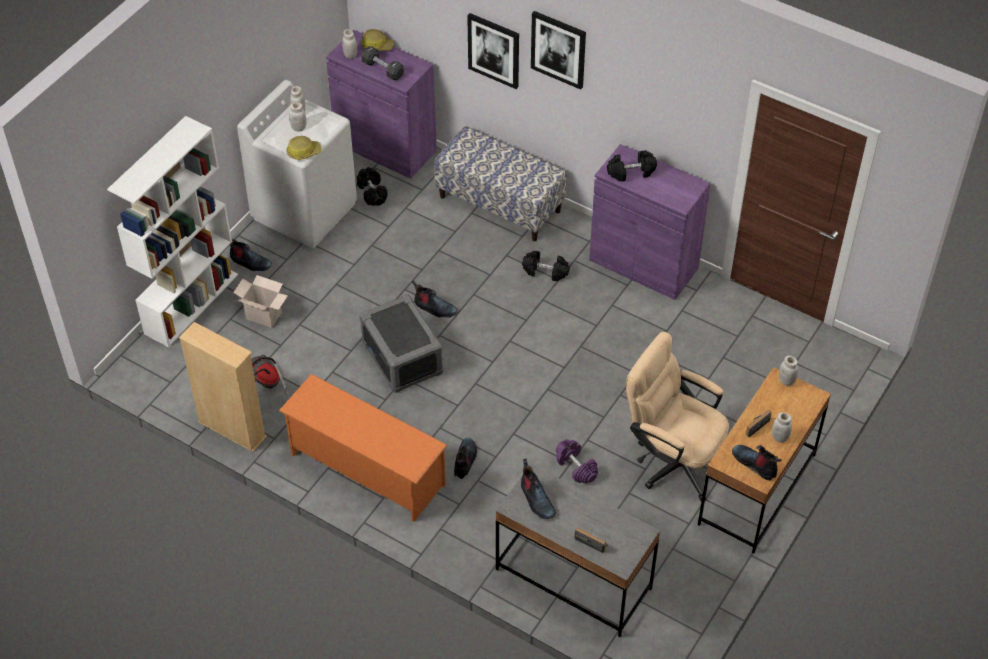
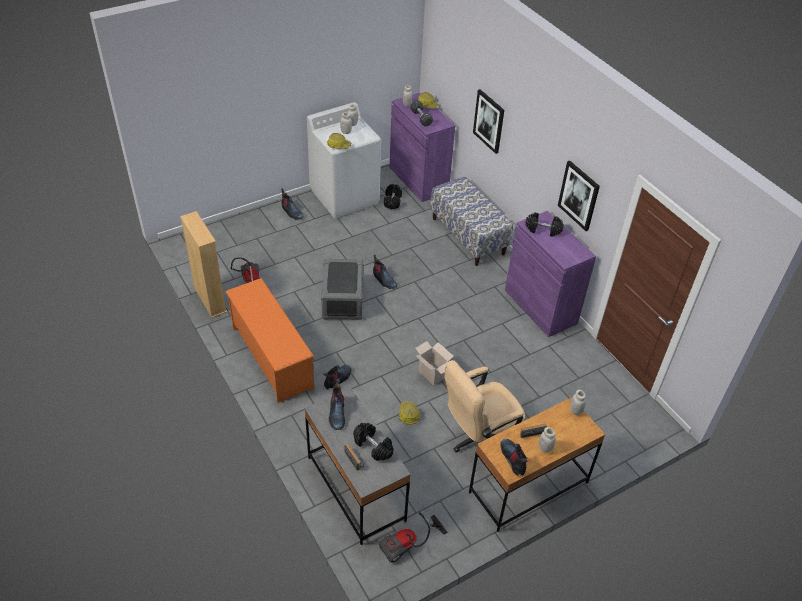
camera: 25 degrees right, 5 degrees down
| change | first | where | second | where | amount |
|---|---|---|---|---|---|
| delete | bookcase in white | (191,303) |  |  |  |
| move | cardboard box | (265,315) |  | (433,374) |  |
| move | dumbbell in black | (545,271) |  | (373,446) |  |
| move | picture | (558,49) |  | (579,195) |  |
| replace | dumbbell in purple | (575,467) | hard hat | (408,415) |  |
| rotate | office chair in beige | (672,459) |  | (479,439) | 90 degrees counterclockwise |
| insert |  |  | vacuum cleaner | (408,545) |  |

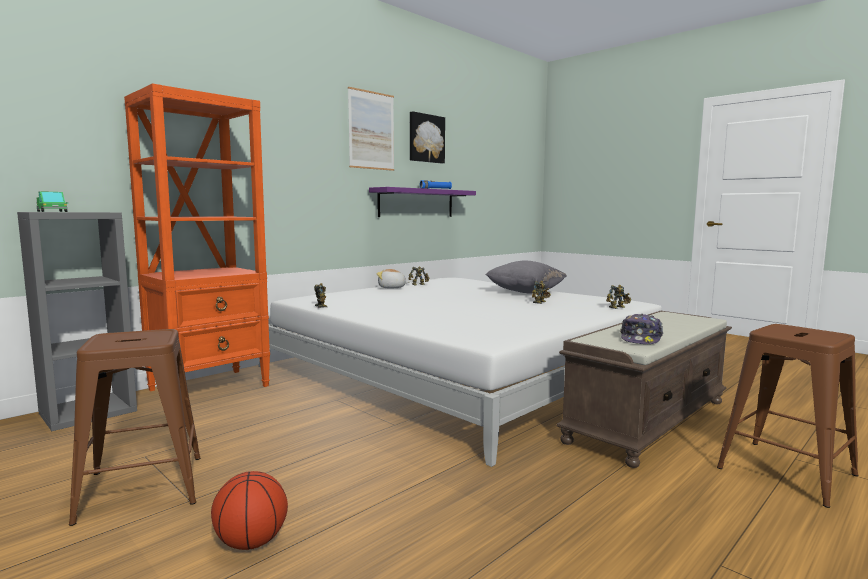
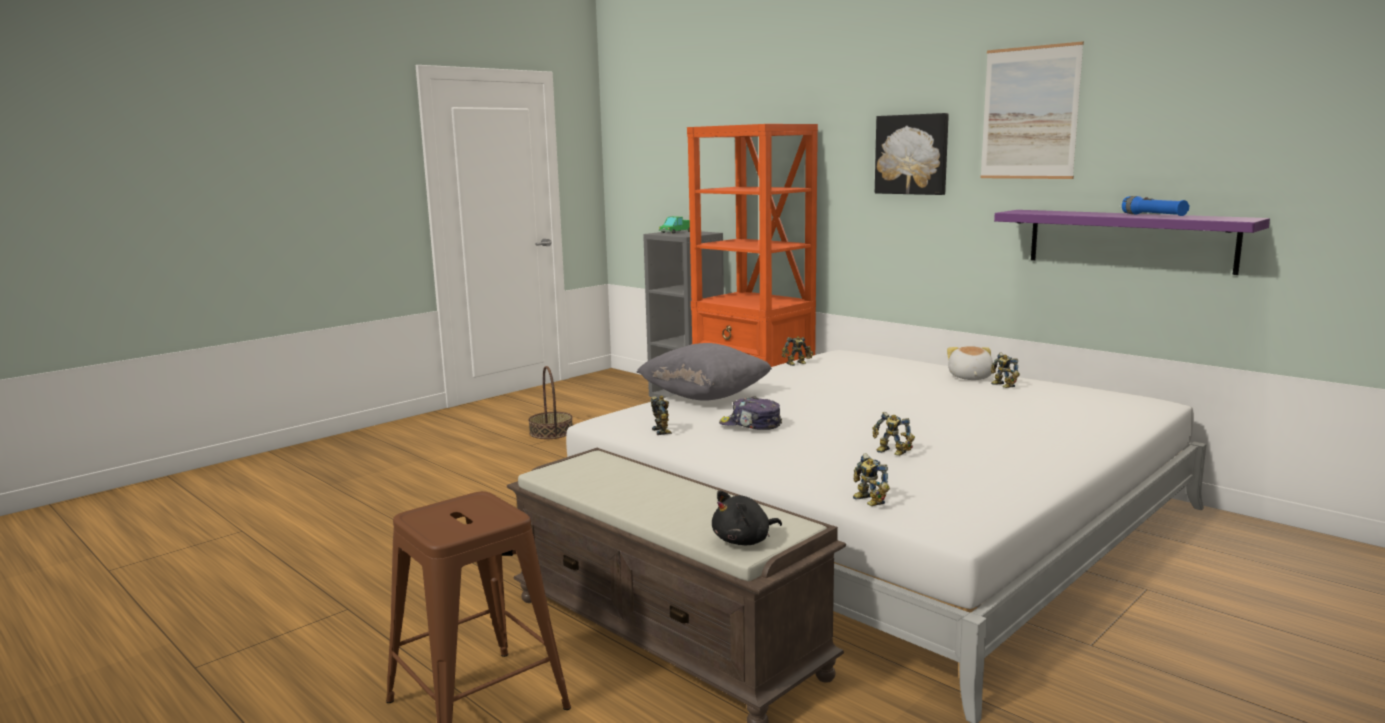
camera: 90 degrees right, 5 degrees up
| change | first | where | second | where | amount |
|---|---|---|---|---|---|
| replace | stool in brown | (141,488) | basket | (551,432) |  |
| delete | basketball | (251,543) |  |  |  |
| move | picture | (426,138) |  | (912,154) |  |
| move | pillow in grey | (525,292) |  | (705,396) |  |
| move | cap | (641,339) |  | (750,425) |  |
| insert |  |  | toy robot | (663,431) |  |
| insert |  |  | plush toy in black | (744,541) |  |

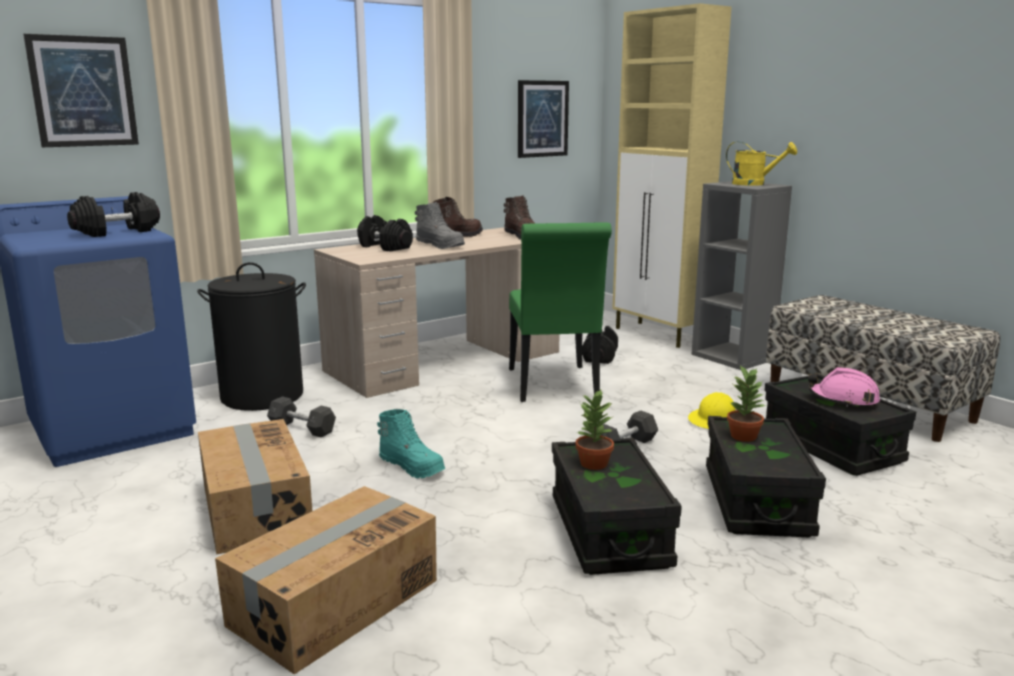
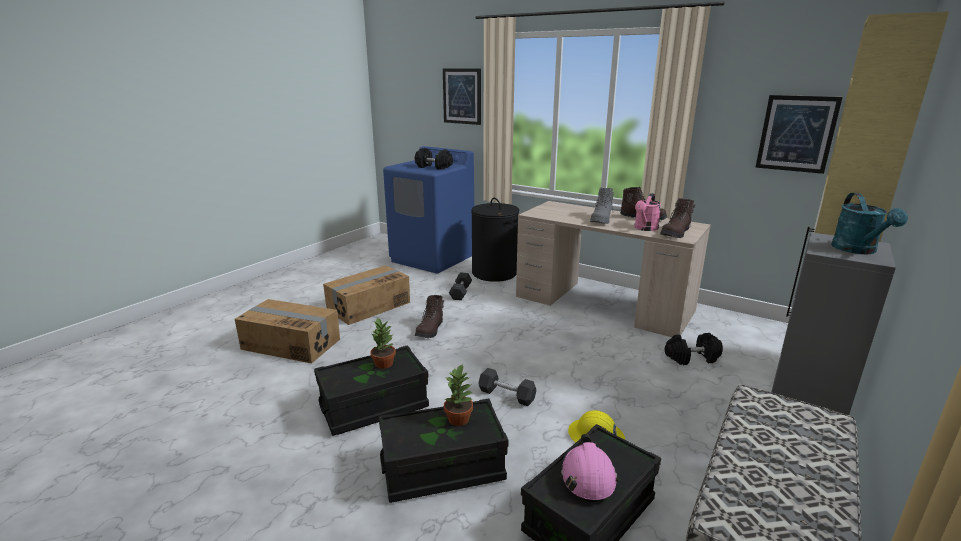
camera: 70 degrees right, 5 degrees up
| change | first | where | second | where | amount |
|---|---|---|---|---|---|
| delete | dumbbell in black | (384,247) |  |  |  |
| recolor | boot in turquoise | (412,467) | boot in brown | (430,330) |  |
| delete | chair in green | (553,386) |  |  |  |
| recolor | watering can in yellow | (754,184) | watering can in turquoise | (858,250) |  |
| insert |  |  | watering can in pink | (645,228) |  |

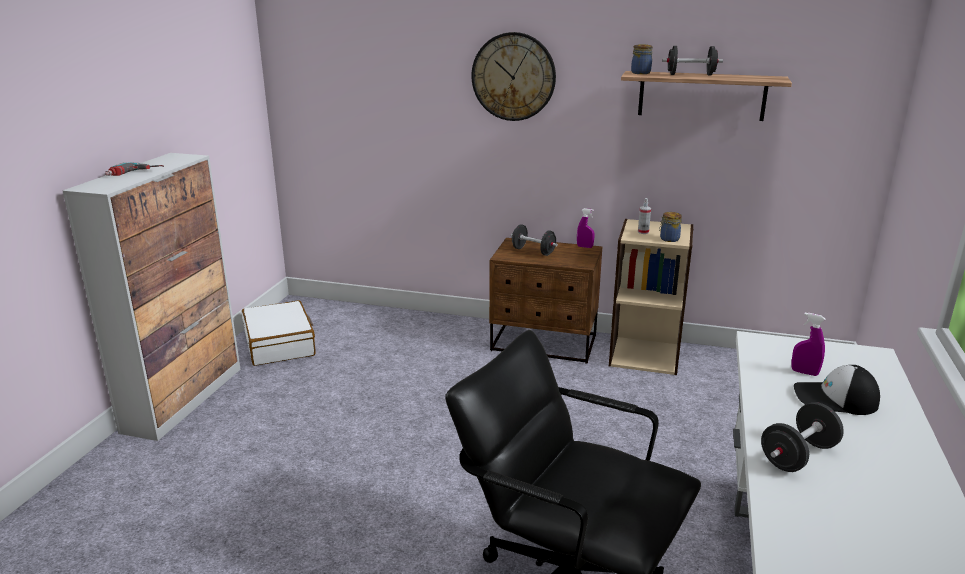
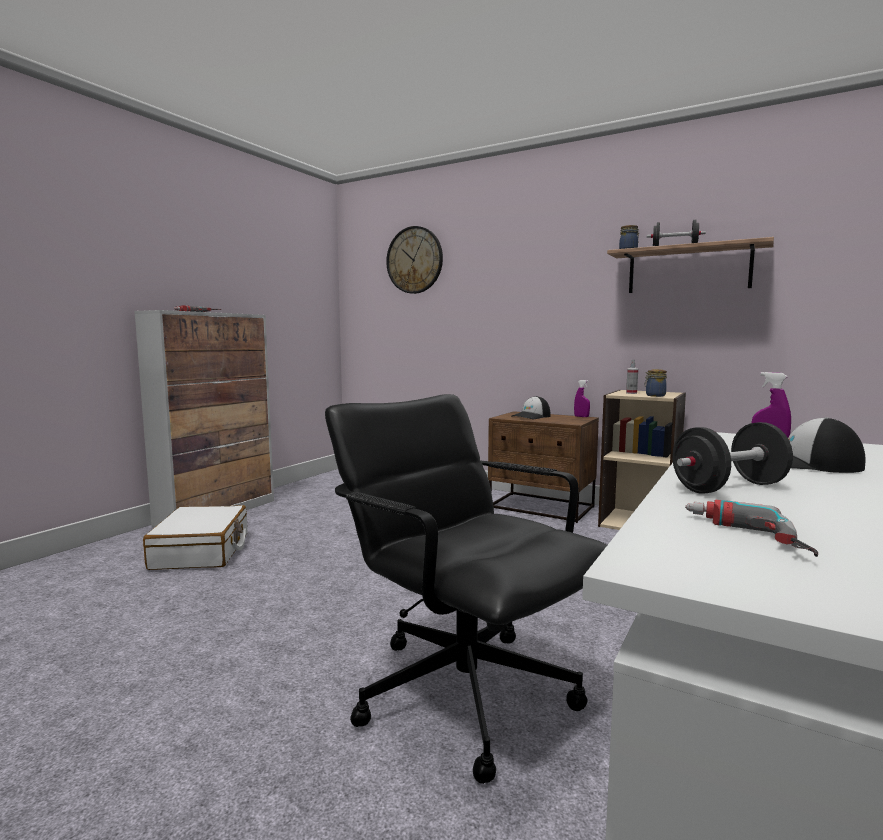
camera: 15 degrees right, 15 degrees down
| change | first | where | second | where | amount |
|---|---|---|---|---|---|
| move | suitcase in white | (280,344) |  | (201,551) |  |
| move | wall clock | (513,77) |  | (414,260) |  |
| replace | dumbbell in black | (533,251) | cap | (531,416) |  |
| insert |  |  | power drill | (742,537) |  |

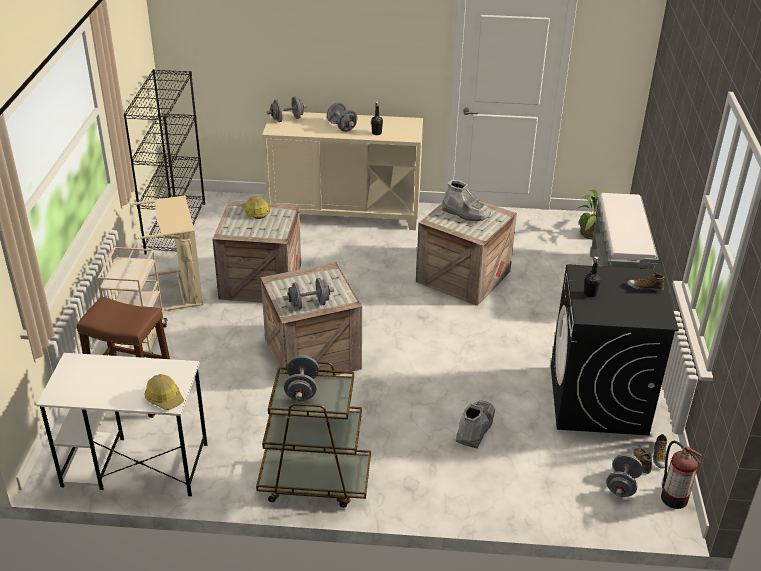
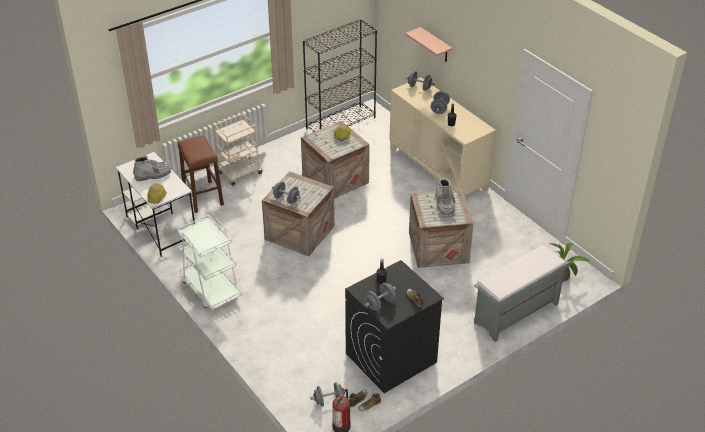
camera: 50 degrees right, 5 degrees up
| change | first | where | second | where | amount |
|---|---|---|---|---|---|
| delete | laundry basket in beige | (180,289) |  |  |  |
| recolor | cart in brown | (314,481) | cart in white | (211,288) |  |
| move | dumbbell in grey | (302,389) |  | (380,303) |  |
| move | boot in grey | (475,428) |  | (153,174) |  |
| insert |  |  | shelf | (435,45) |  |

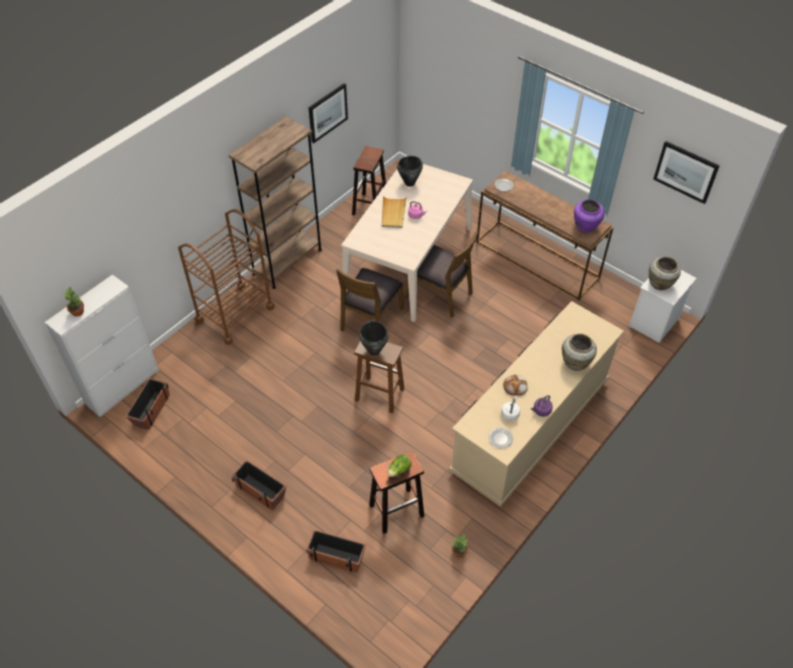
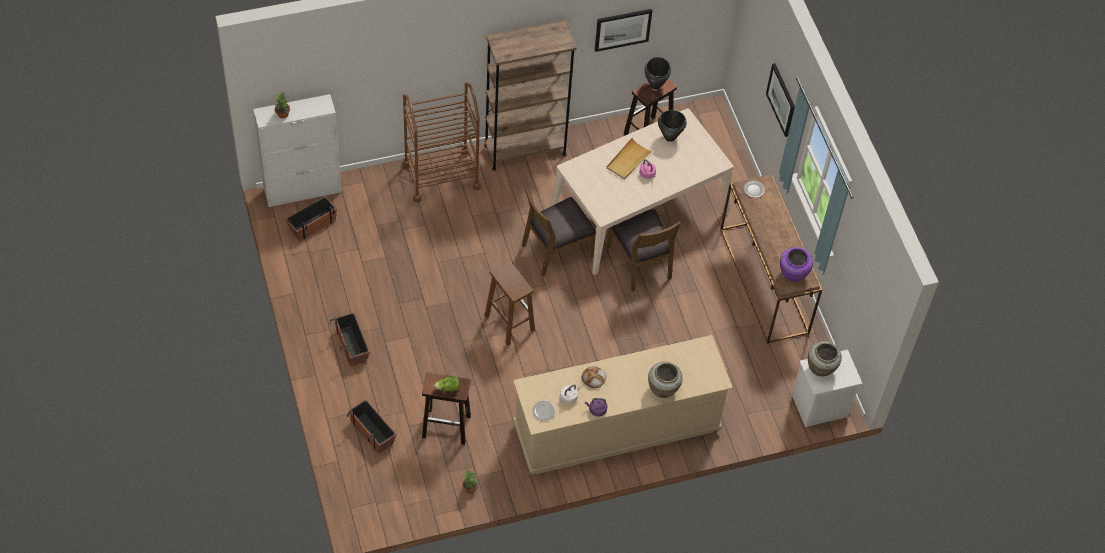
camera: 30 degrees right, 5 degrees up
| change | first | where | second | where | amount |
|---|---|---|---|---|---|
| move | cooking pot in black | (374,350) |  | (655,85) |  |
| move | picture | (686,171) |  | (781,99) |  |

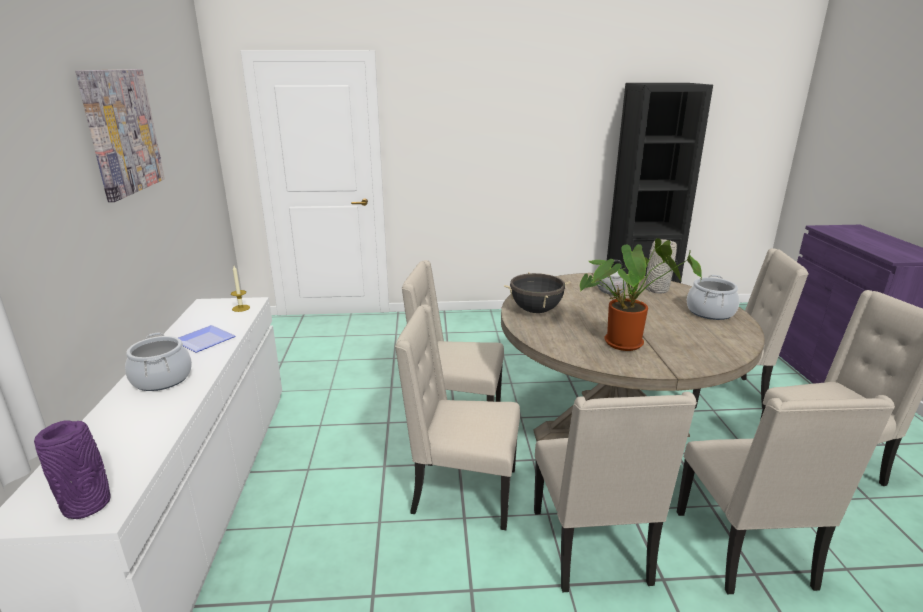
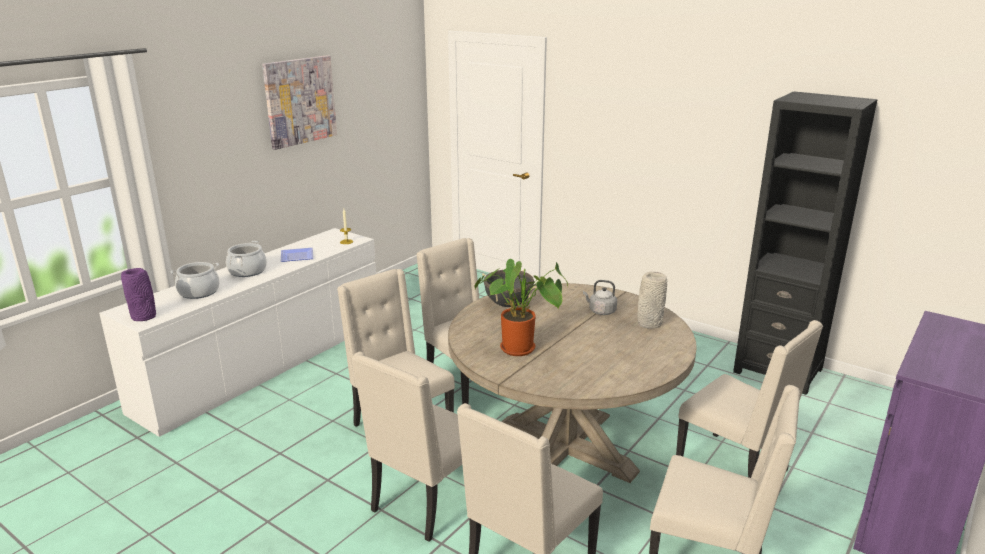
camera: 40 degrees right, 0 degrees up
| change | first | where | second | where | amount |
|---|---|---|---|---|---|
| move | cooking pot | (710,312) |  | (199,292) |  |

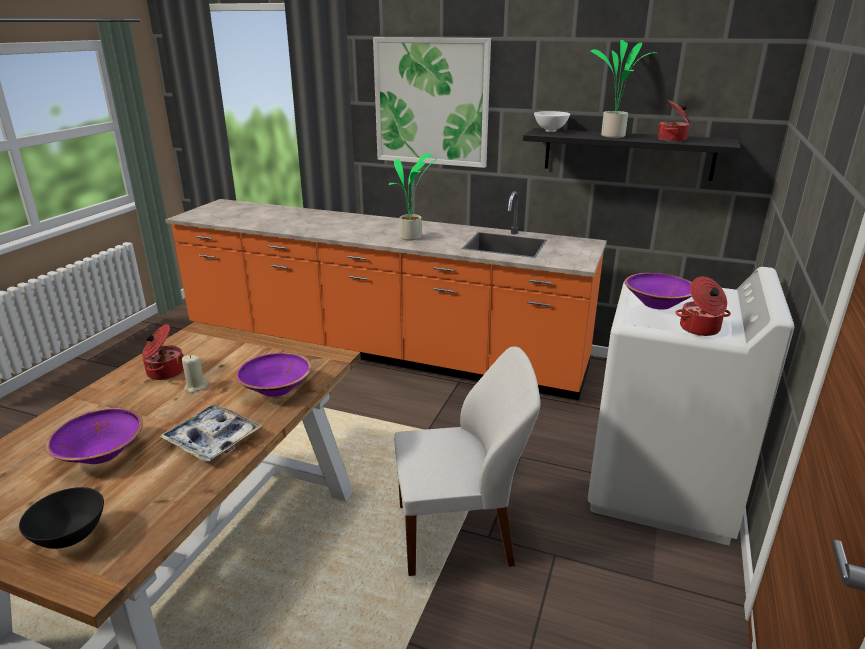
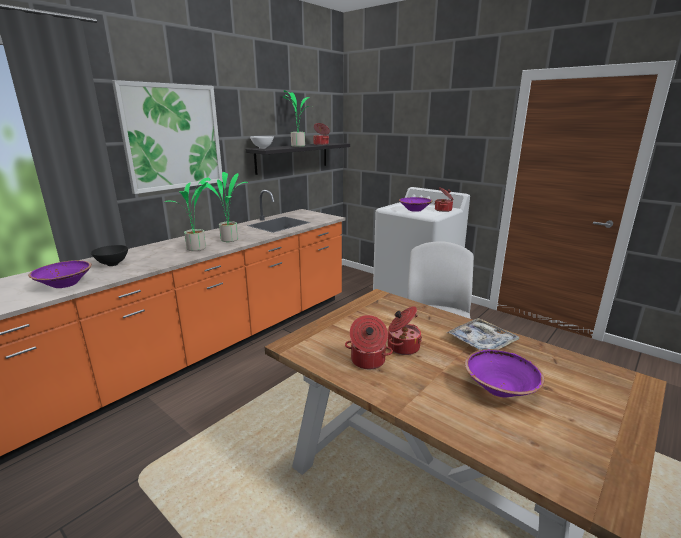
camera: 70 degrees left, 5 degrees down
| change | first | where | second | where | amount |
|---|---|---|---|---|---|
| move | bowl in black | (70,538) |  | (112,264) |  |
| replace | candle in beige | (196,387) | cooking pot | (402,347) |  |
| move | bowl in purple | (276,389) |  | (65,284) |  |
| insert |  |  | potted plant | (197,249) |  |

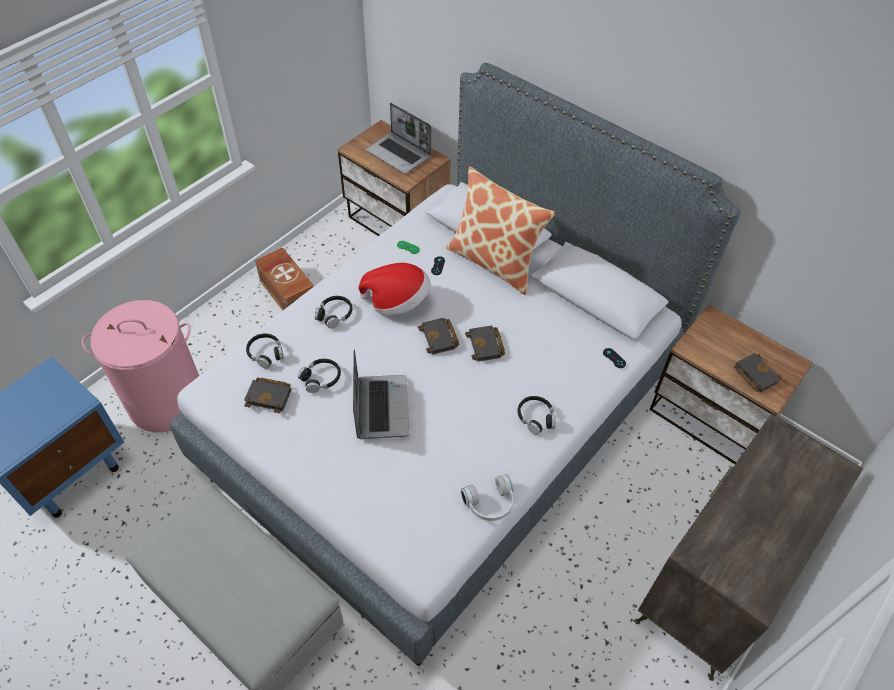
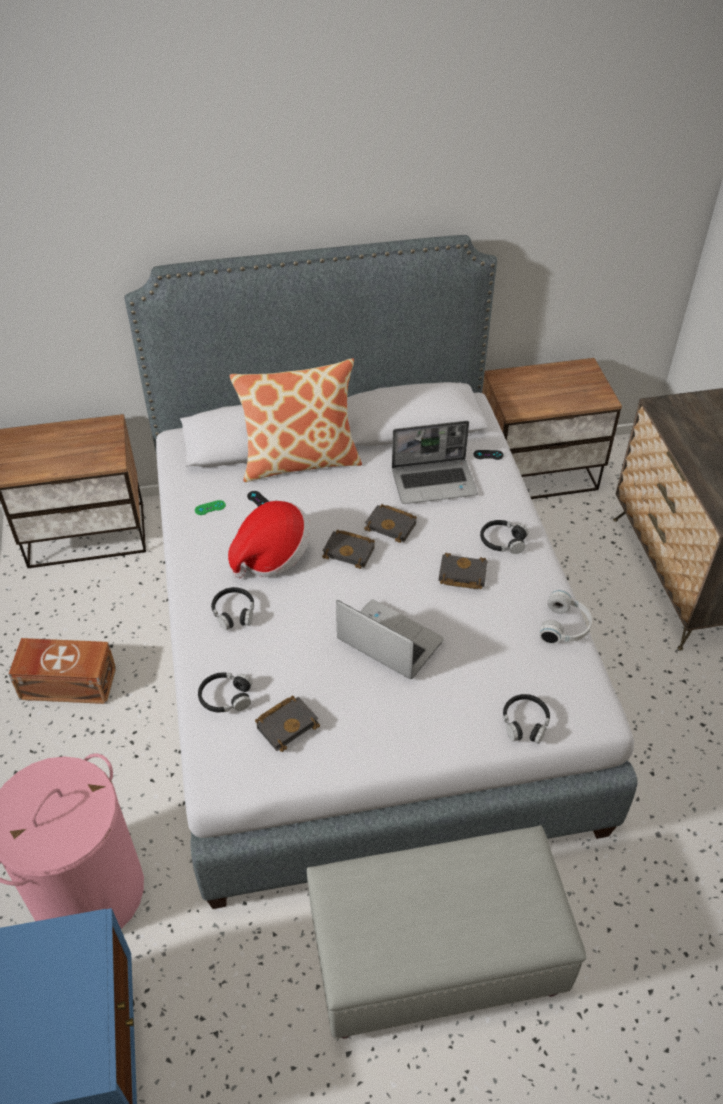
camera: 50 degrees left, 5 degrees down
| change | first | where | second | where | amount |
|---|---|---|---|---|---|
| move | headphones in black | (321,378) |  | (525,723) |  |
| move | laptop | (399,154) |  | (434,482) |  |
| move | book in black | (754,374) |  | (461,575) |  |

